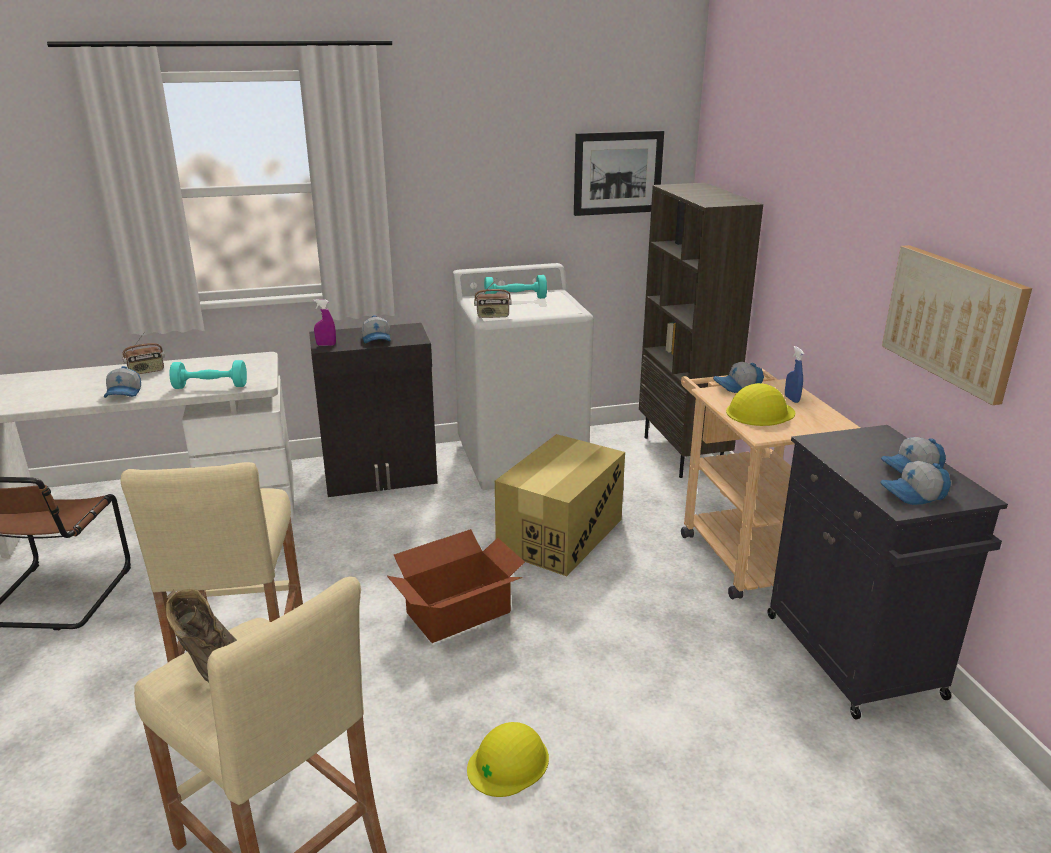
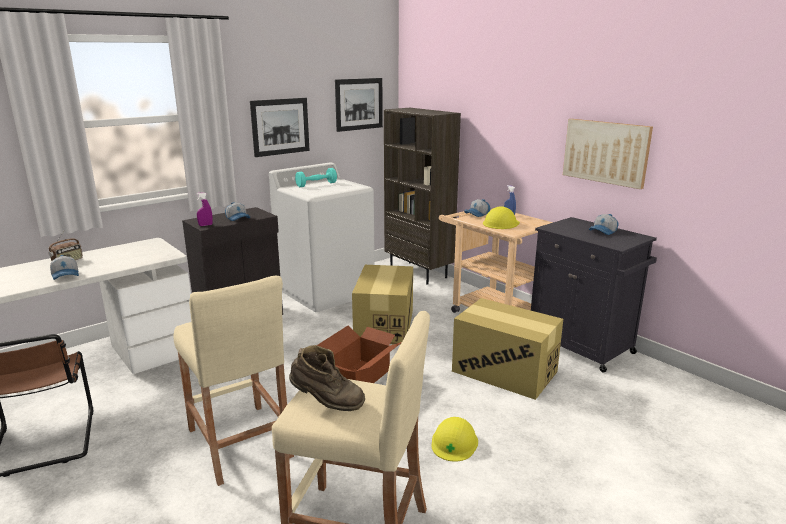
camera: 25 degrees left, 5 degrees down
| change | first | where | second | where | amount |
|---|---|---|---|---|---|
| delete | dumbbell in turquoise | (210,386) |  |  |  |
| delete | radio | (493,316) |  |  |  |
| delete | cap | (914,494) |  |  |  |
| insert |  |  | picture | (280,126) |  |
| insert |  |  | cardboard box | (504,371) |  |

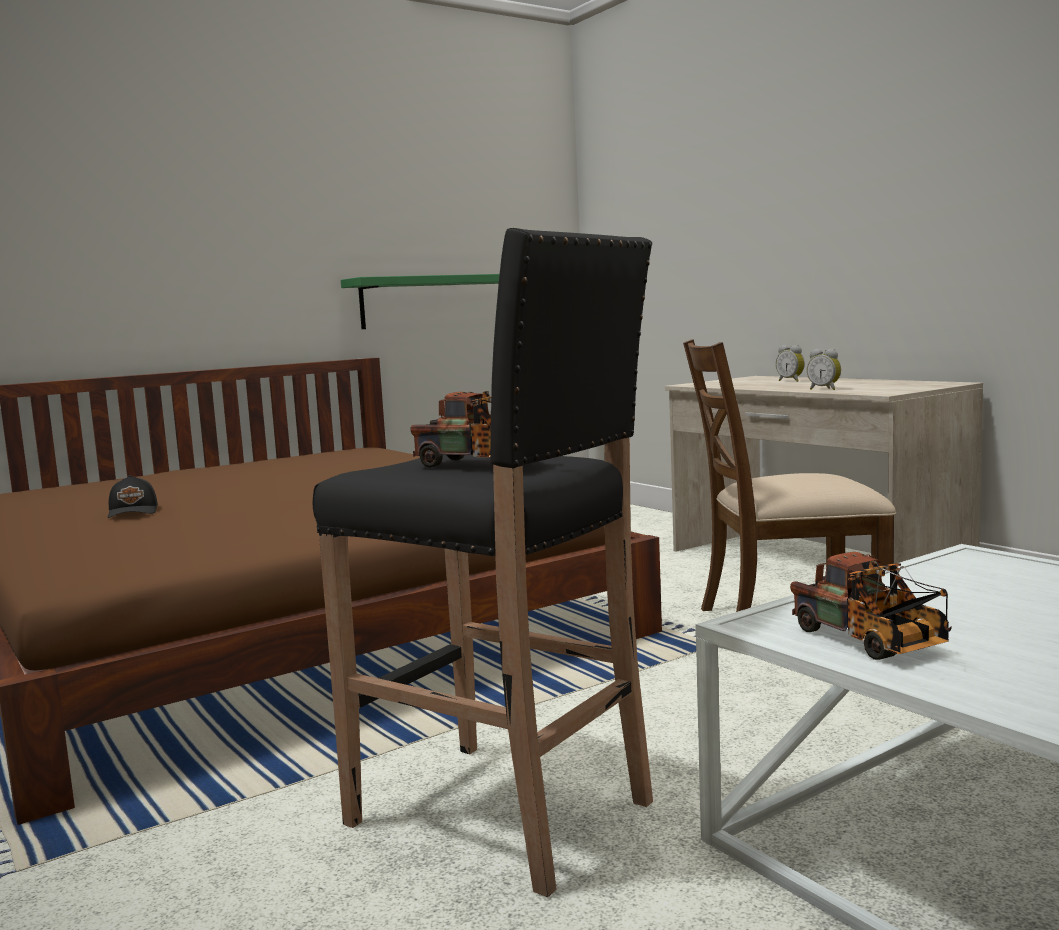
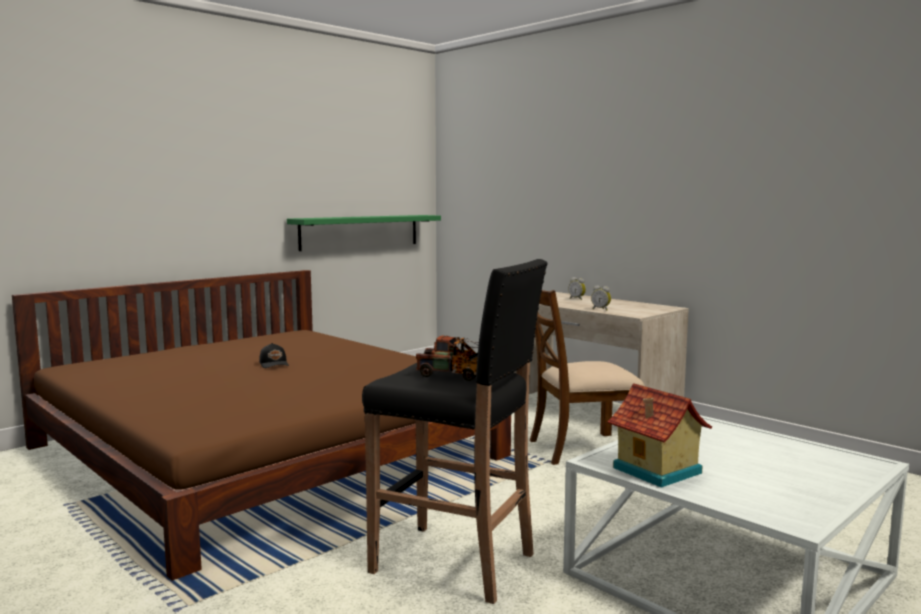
camera: 10 degrees left, 0 degrees up
| change | first | where | second | where | amount |
|---|---|---|---|---|---|
| move | cap in black | (134,512) |  | (274,364) |  |
| replace | toy truck | (874,643) | toy house | (656,471) |  |

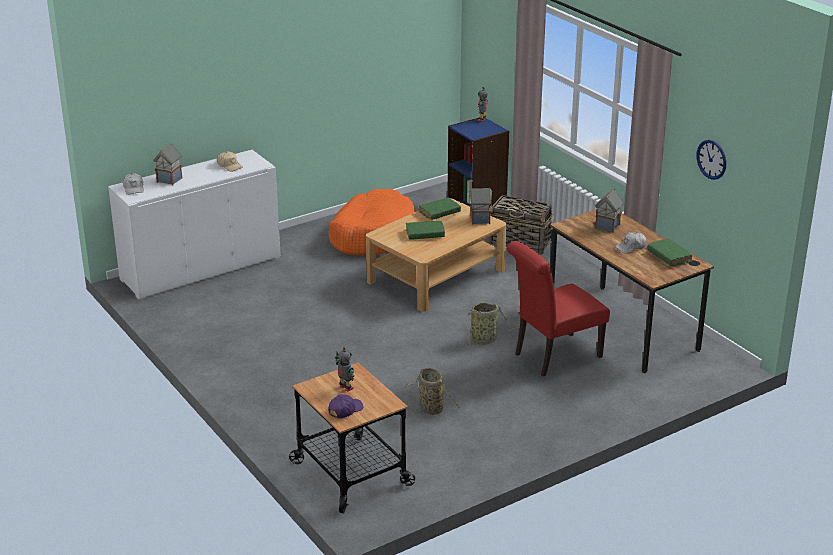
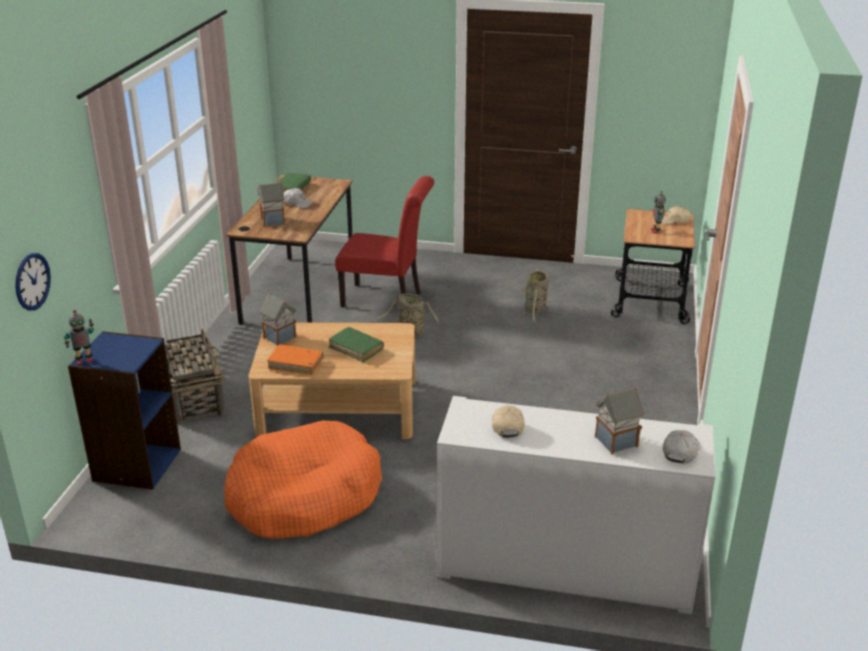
camera: 135 degrees left, 0 degrees up
| change | first | where | second | where | amount |
|---|---|---|---|---|---|
| recolor | cap in purple | (345,410) | cap in beige | (674,221) |  |
| recolor | book in green | (439,213) | book in orange | (296,364) |  |
| move | wall clock | (711,159) |  | (32,281) |  |

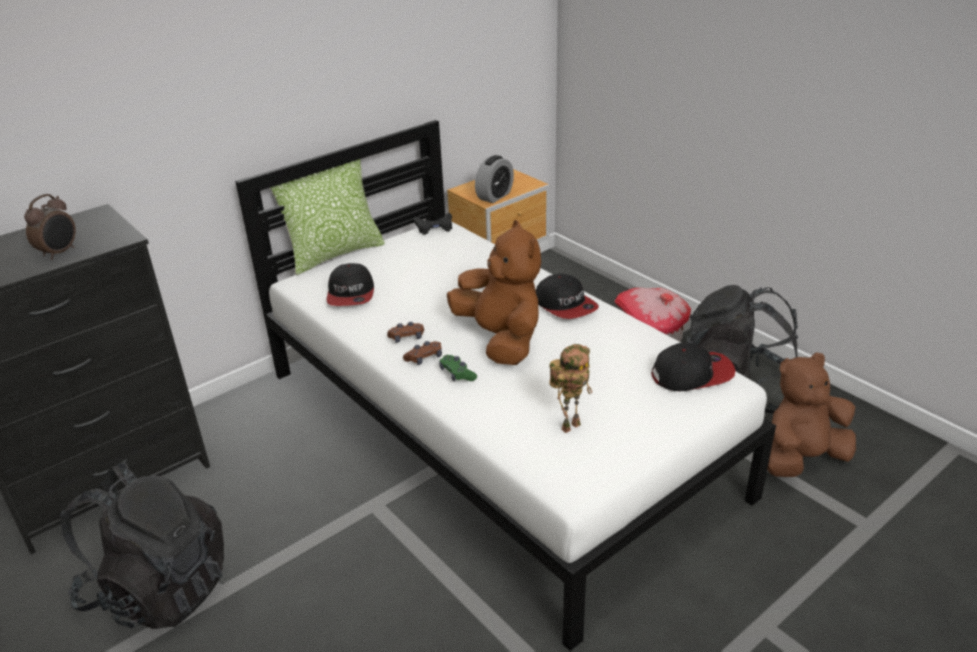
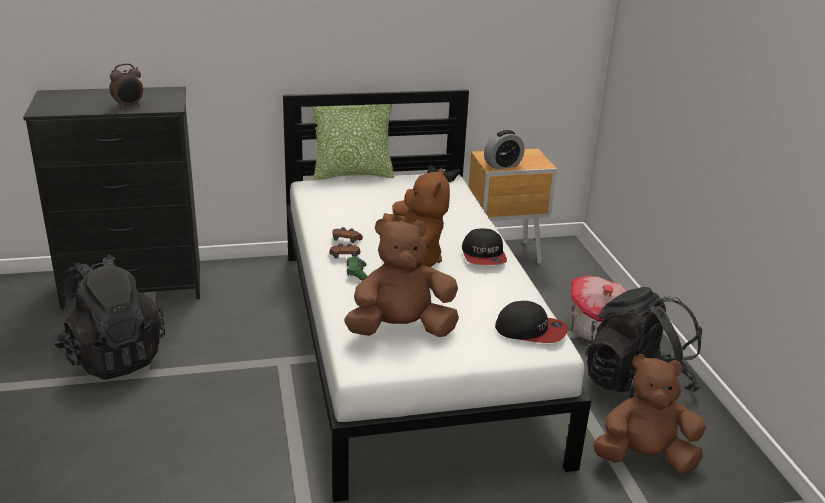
camera: 25 degrees right, 5 degrees down
| change | first | where | second | where | amount |
|---|---|---|---|---|---|
| delete | cap | (351,294) |  |  |  |
| replace | toy robot | (570,425) | plush toy in brown | (401,330) |  |

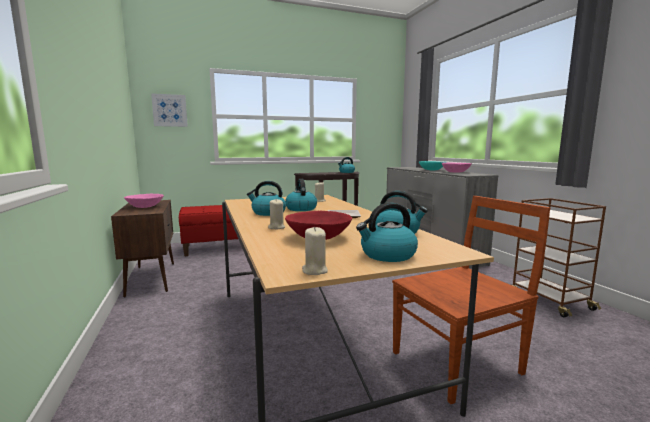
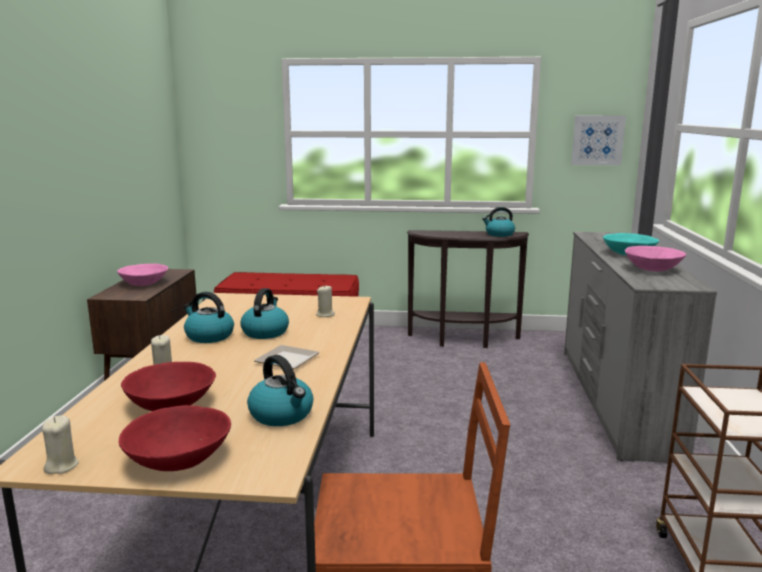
camera: 25 degrees right, 5 degrees up
| change | first | where | second | where | amount |
|---|---|---|---|---|---|
| move | picture | (170,110) |  | (597,140) |  |
| replace | kettle | (387,255) | bowl in red | (179,459) |  |

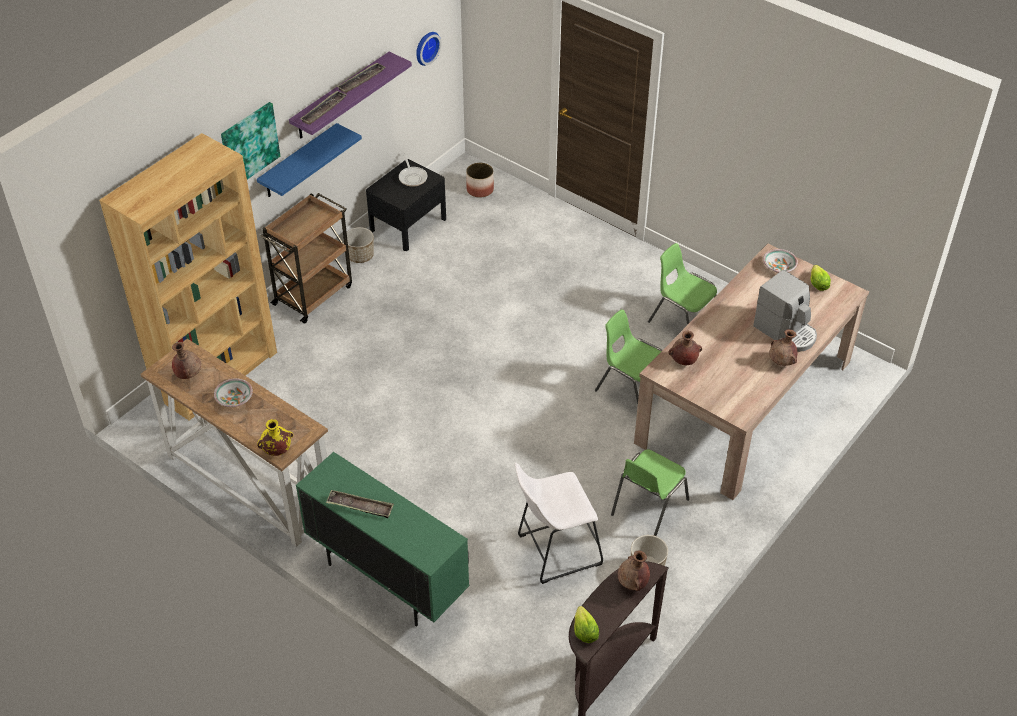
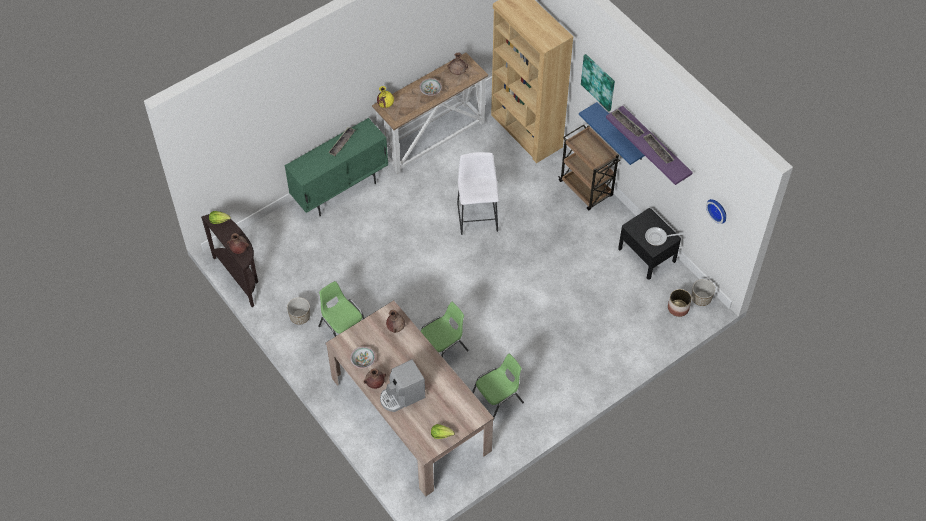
camera: 105 degrees right, 10 degrees up
| change | first | where | second | where | amount |
|---|---|---|---|---|---|
| move | planter | (360,256) |  | (701,298) |  |
| move | stool in white | (554,551) |  | (477,215) |  |
| move | bowl | (778,267) |  | (363,360) |  |

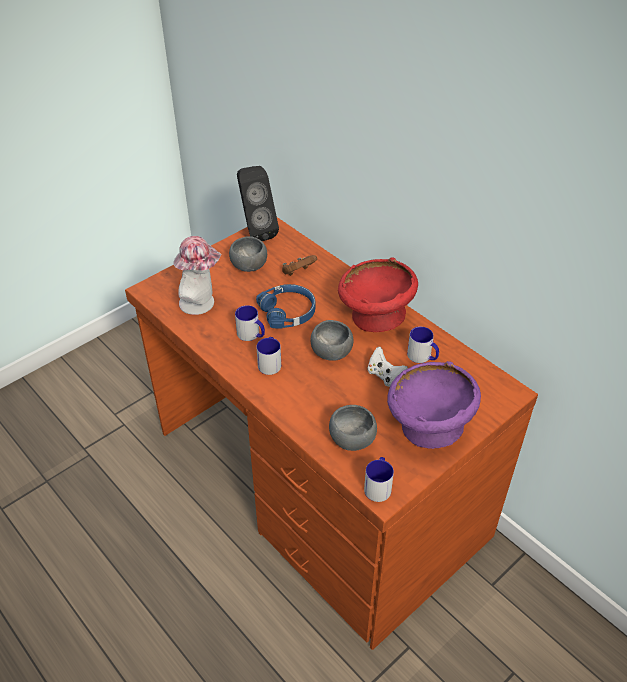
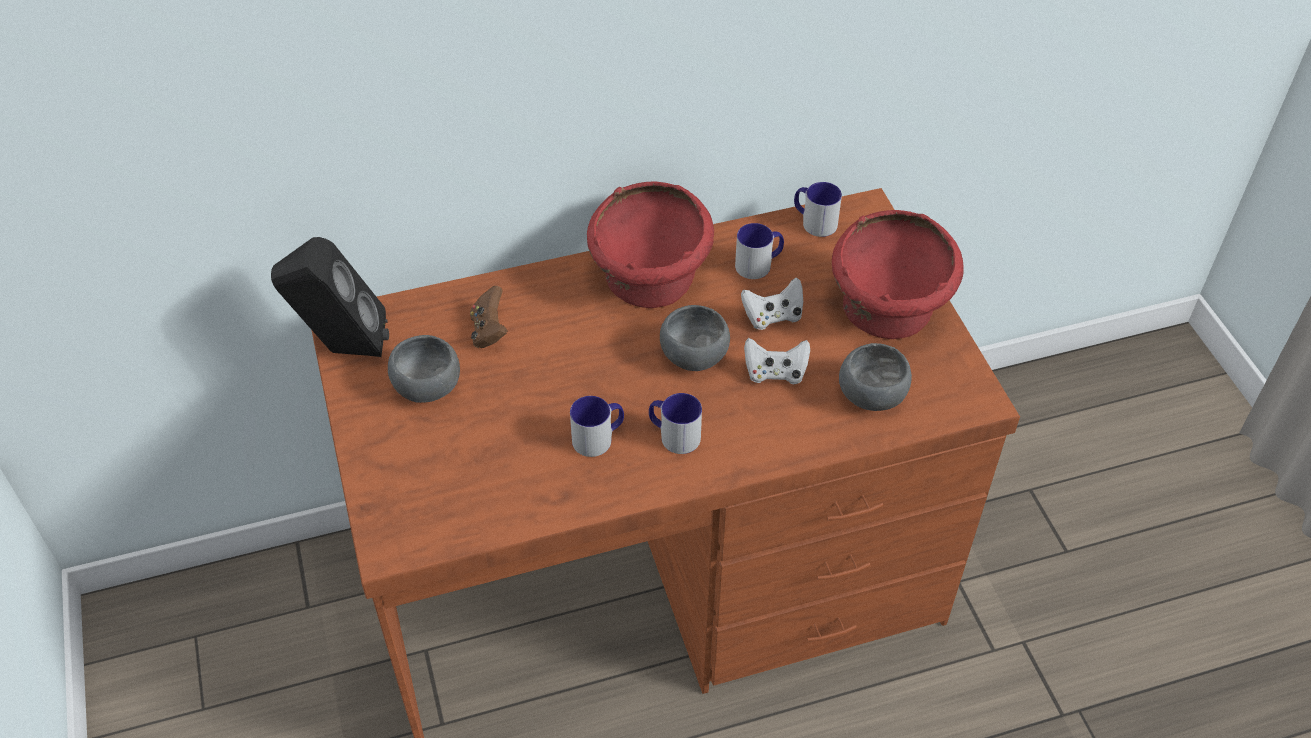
camera: 65 degrees left, 5 degrees up
| change | first | where | second | where | amount |
|---|---|---|---|---|---|
| delete | hat | (201,303) |  |  |  |
| delete | headphones in blue | (288,312) |  |  |  |
| move | mug | (378,485) |  | (814,222) |  |
| recolor | bowl in purple | (428,428) | bowl in red | (888,312) |  |
| insert |  |  | game controller in white | (775,373) |  |

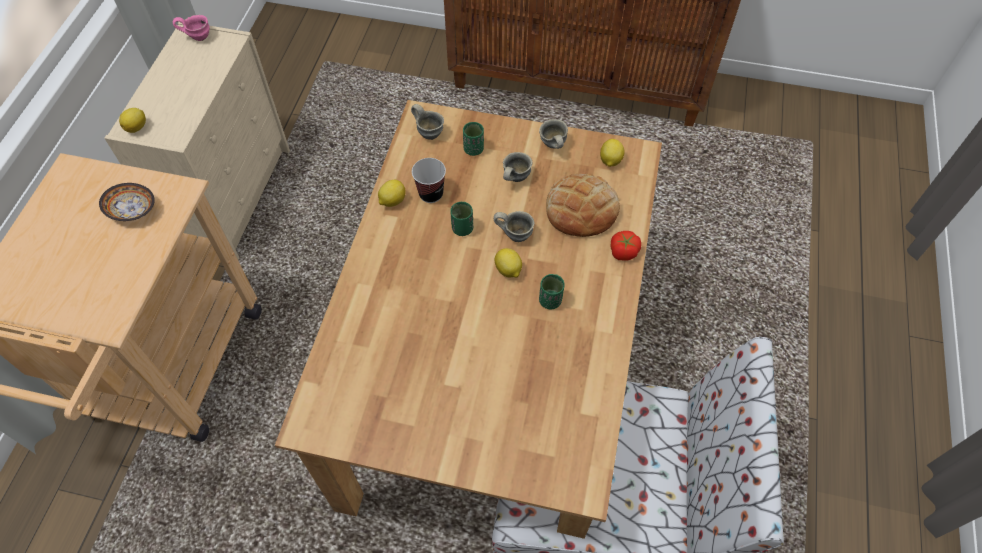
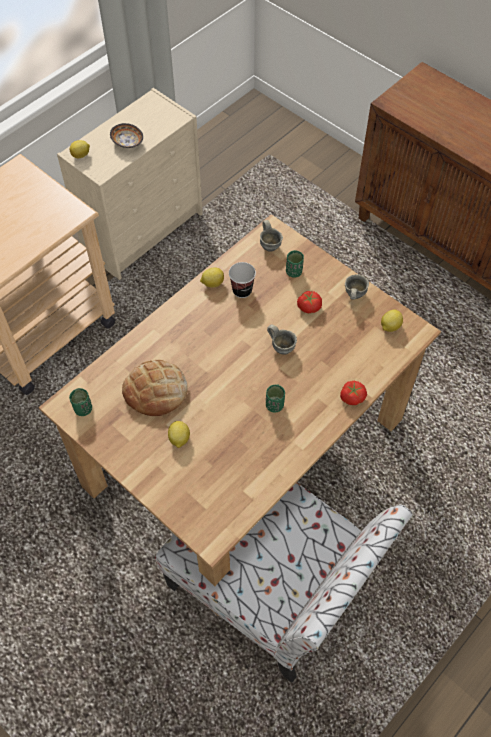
camera: 30 degrees right, 0 degrees up
| change | first | where | second | where | amount |
|---|---|---|---|---|---|
| move | bowl | (132,209) |  | (127,142) |  |
| delete | mug in pink | (198,36) |  |  |  |
| move | cup in green | (462,228) |  | (83,409) |  |
| move | lemon | (508,270) |  | (179,439) |  |
| replace | mug in grey | (514,178) | tomato | (309,306) |  |
| move | bread | (581,209) |  | (156,391) |  |

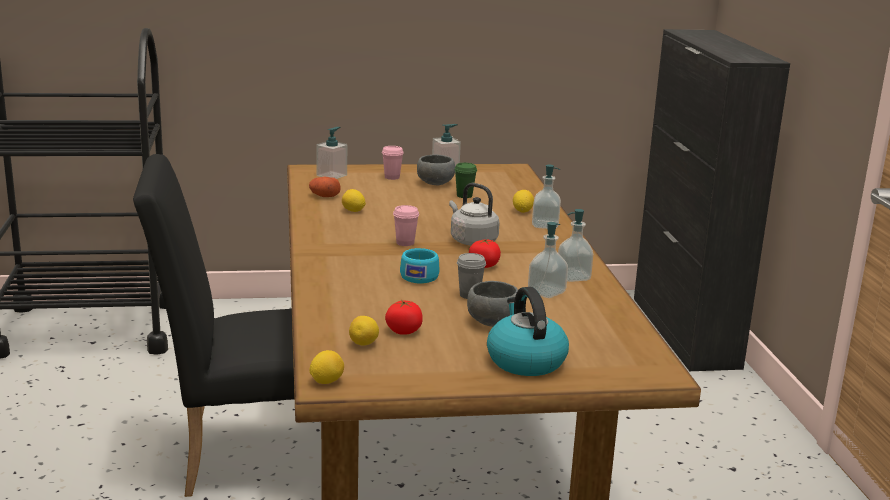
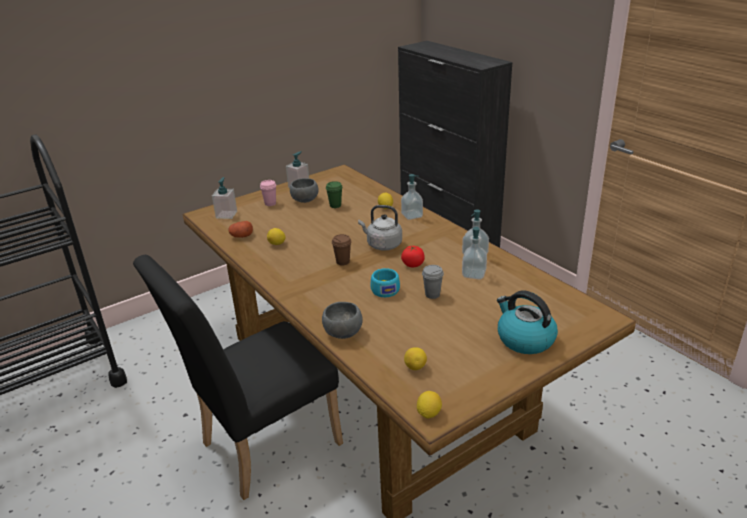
camera: 25 degrees left, 10 degrees up
| change | first | where | second | where | amount |
|---|---|---|---|---|---|
| delete | tomato | (404,331) |  |  |  |
| recolor | cup in pink | (405,243) | cup in brown | (343,262) |  |
| move | bowl in grey | (492,321) |  | (342,332) |  |

